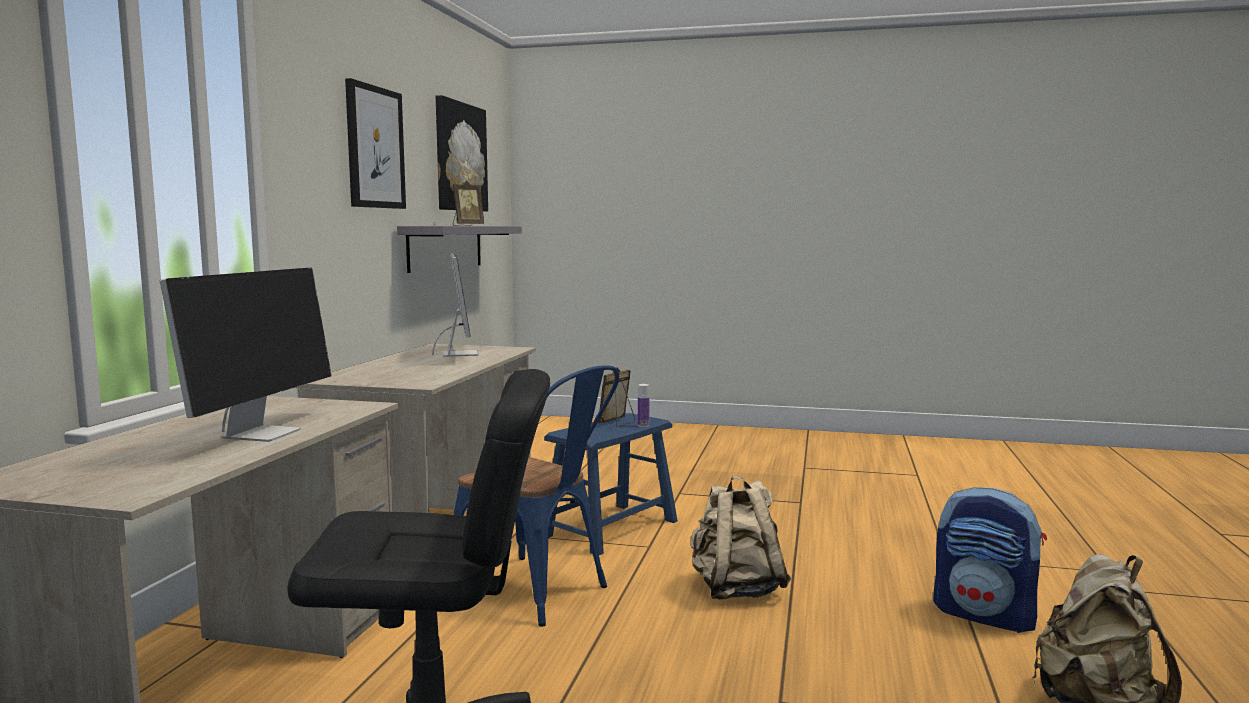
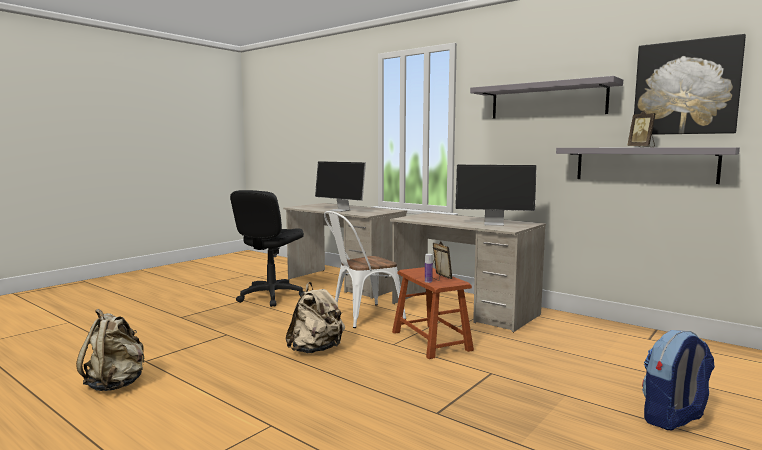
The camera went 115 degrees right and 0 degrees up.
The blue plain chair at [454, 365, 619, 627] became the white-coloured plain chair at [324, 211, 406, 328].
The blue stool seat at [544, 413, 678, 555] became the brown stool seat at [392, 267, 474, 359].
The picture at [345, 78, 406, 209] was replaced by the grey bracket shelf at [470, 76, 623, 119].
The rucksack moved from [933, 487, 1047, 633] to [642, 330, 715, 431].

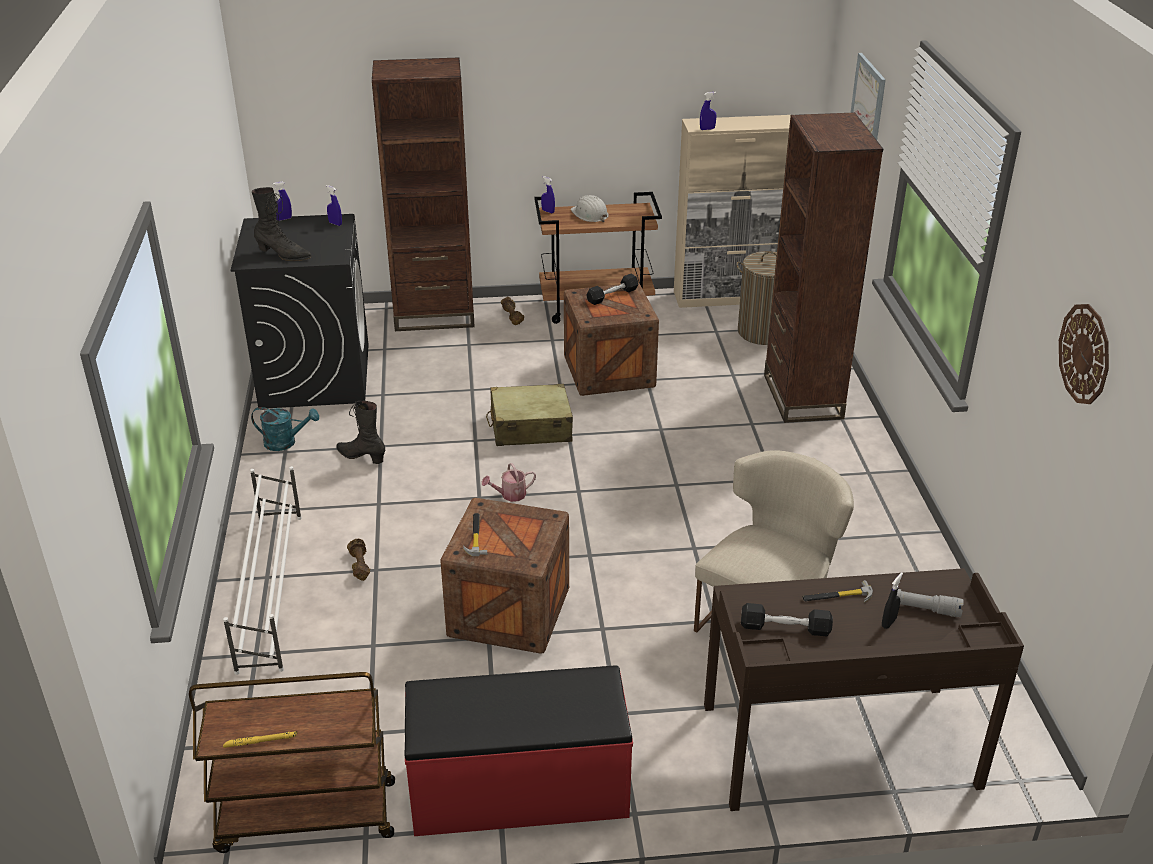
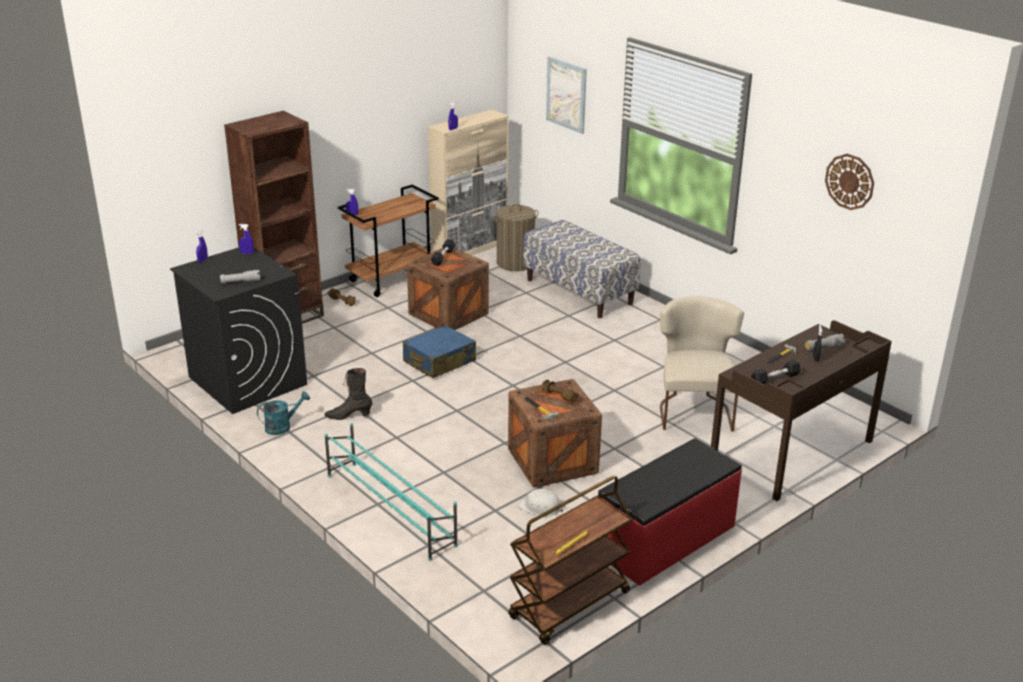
The camera went 35 degrees left and 5 degrees down.
The black-coloured tall boot at [252, 187, 311, 261] was replaced by the grey torch at [220, 270, 260, 284].
The white-coloured shoe rack at [223, 466, 302, 675] became the blue-green shoe rack at [325, 423, 458, 561].
The beige suitcase at [486, 384, 573, 446] became the blue suitcase at [403, 325, 476, 378].
The white-coloured hard hat moved from [571, 195, 609, 222] to [519, 489, 565, 517].
The brown bookcase at [764, 112, 883, 423] was replaced by the long seat at [523, 220, 640, 318].
The brown hand weight moved from [347, 539, 371, 581] to [542, 380, 579, 402].
The sprinkling can at [482, 463, 536, 502] disappeared.

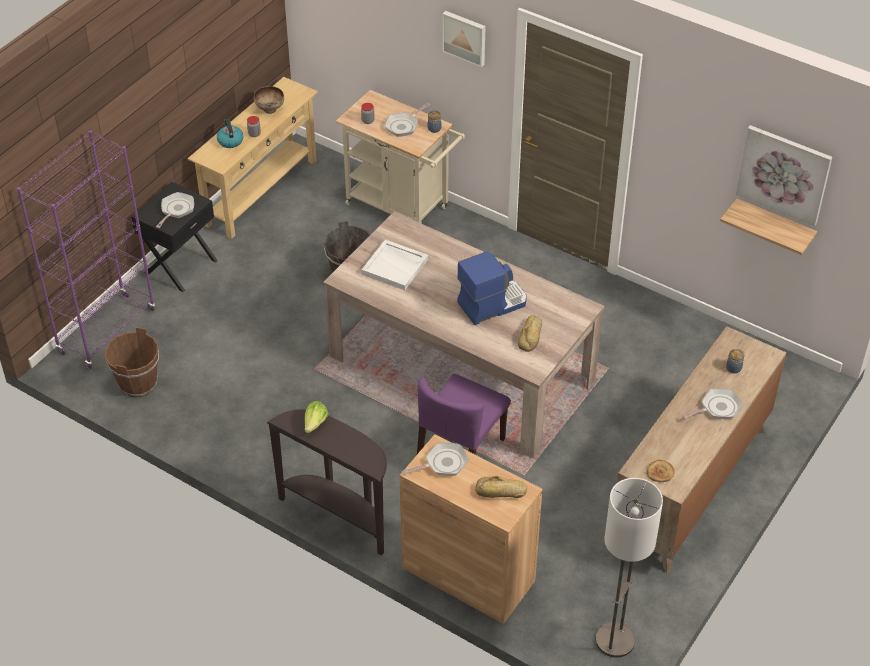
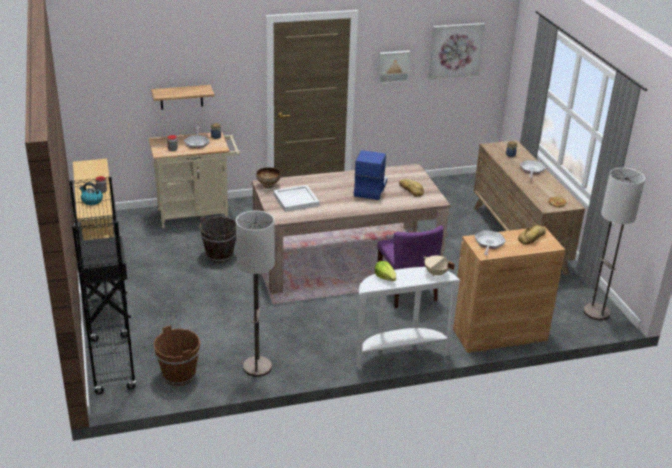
The camera went 50 degrees left and 15 degrees down.
The purple-coloured bookcase at [17, 130, 155, 369] became the black-coloured bookcase at [69, 176, 136, 395].
The bracket shelf moved from [720, 198, 818, 255] to [151, 85, 214, 110].
The standard lamp at [236, 211, 275, 377] appeared.
The bowl moved from [254, 86, 284, 114] to [256, 167, 281, 188].
The brown console table at [267, 409, 387, 556] became the white-coloured console table at [356, 267, 461, 370].
The picture moved from [442, 11, 486, 67] to [378, 50, 411, 84].
The beige saucepot at [424, 256, 455, 276] appeared.
The skillet at [156, 192, 194, 228] disappeared.

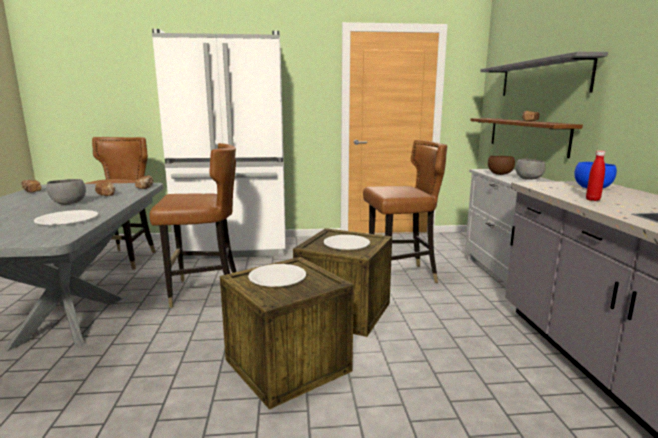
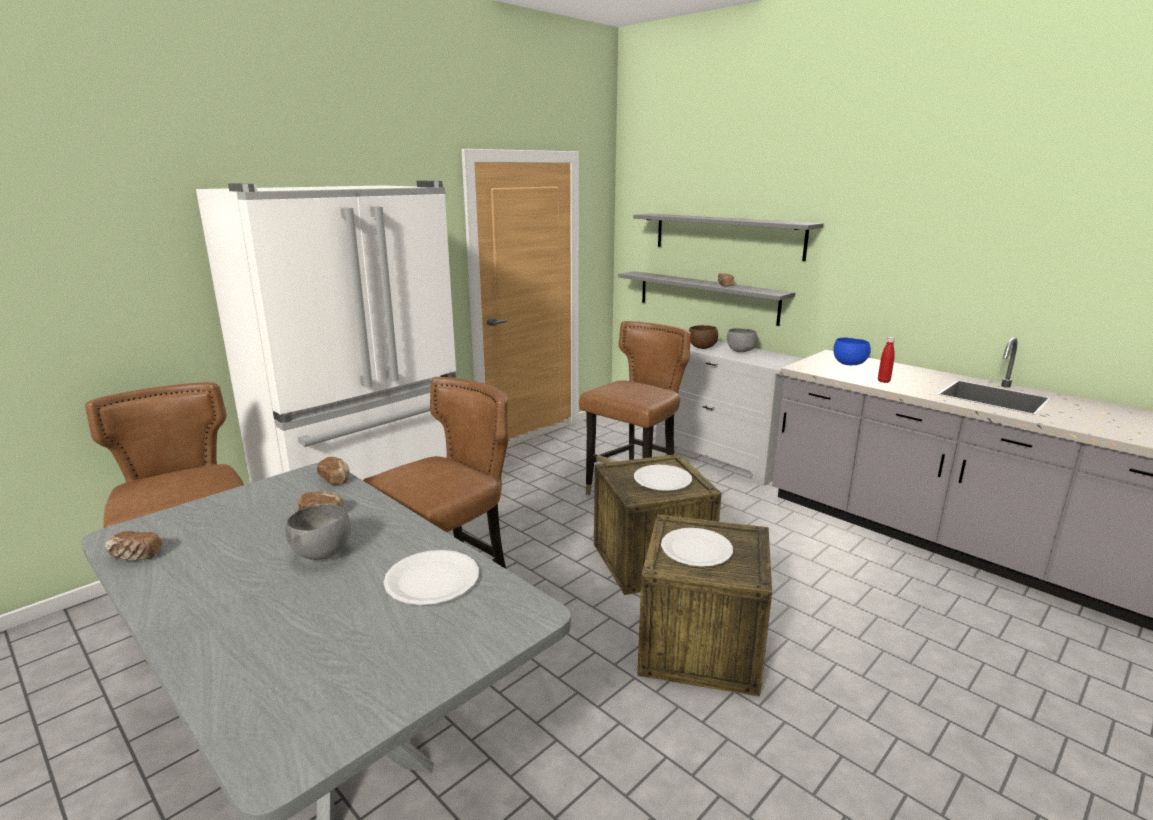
The camera went 40 degrees left and 5 degrees up.
The brown bracket shelf at [470, 118, 583, 158] became the grey bracket shelf at [618, 271, 795, 326].

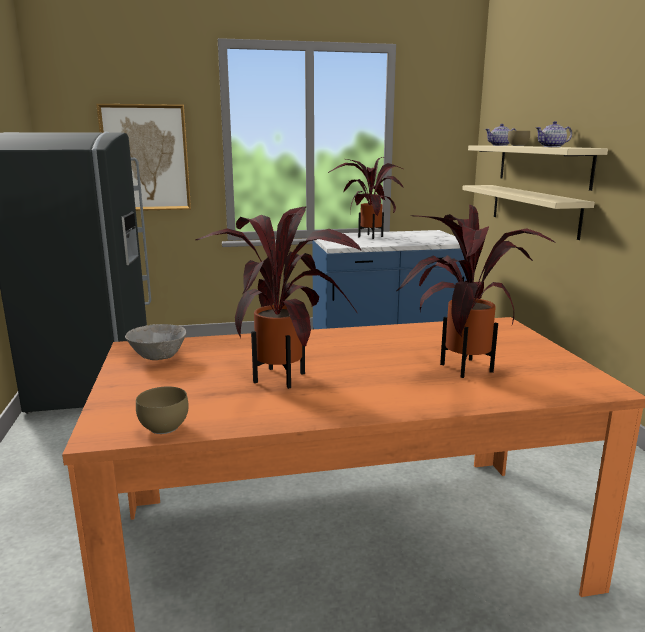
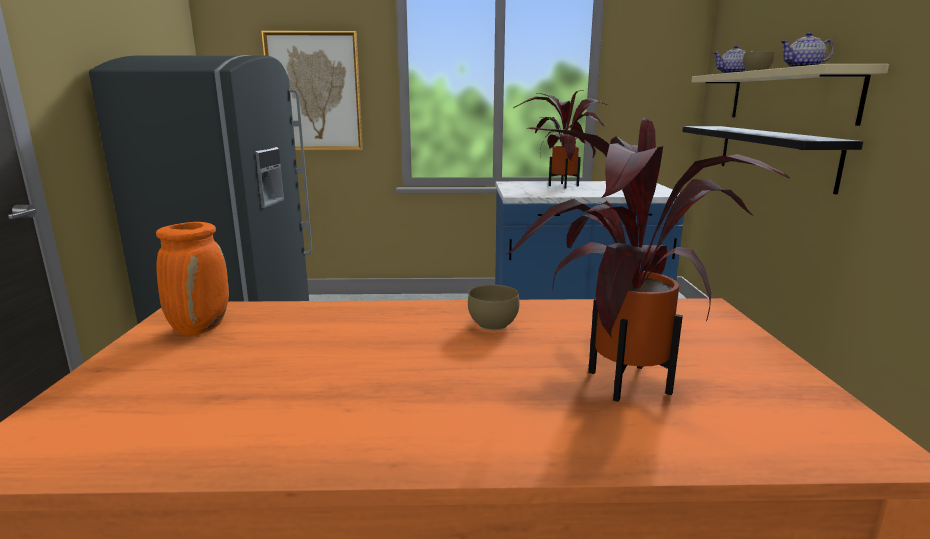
The camera went 10 degrees right and 0 degrees up.
The grey bowl at [125, 324, 186, 360] was replaced by the orange-coloured decorative vase at [156, 222, 229, 335].
The brown bowl moved from [136, 386, 189, 434] to [468, 285, 519, 330].
The beige bracket shelf at [462, 185, 595, 240] became the black-coloured bracket shelf at [682, 126, 863, 195].
The houseplant at [196, 207, 362, 389] disappeared.

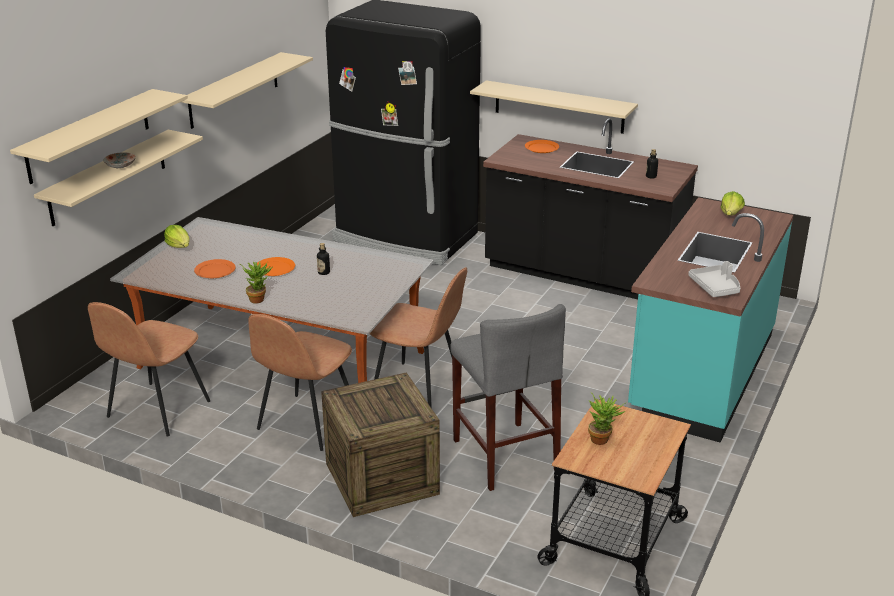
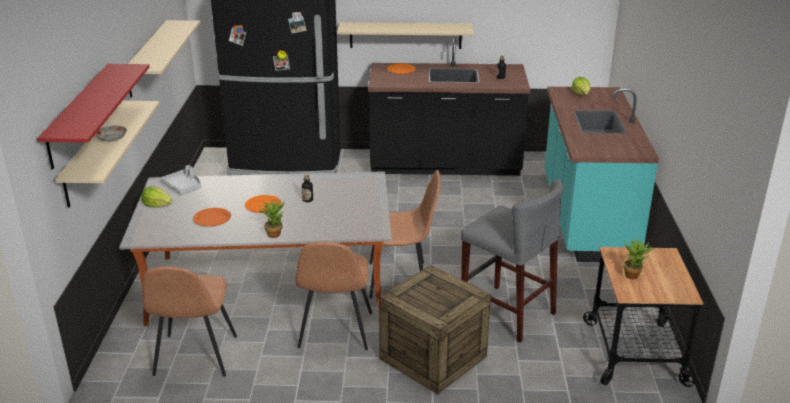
The camera went 25 degrees left and 0 degrees up.
The beige bracket shelf at [10, 89, 188, 184] became the red bracket shelf at [37, 64, 149, 170].
The grey serving tray moved from [688, 261, 740, 297] to [160, 165, 201, 195].

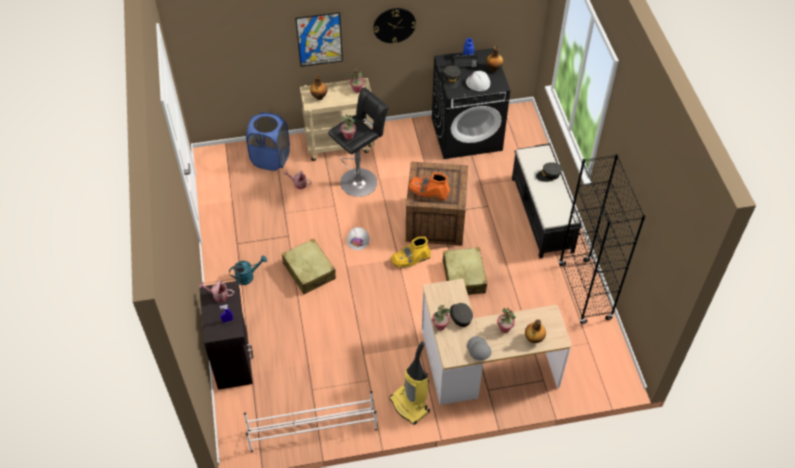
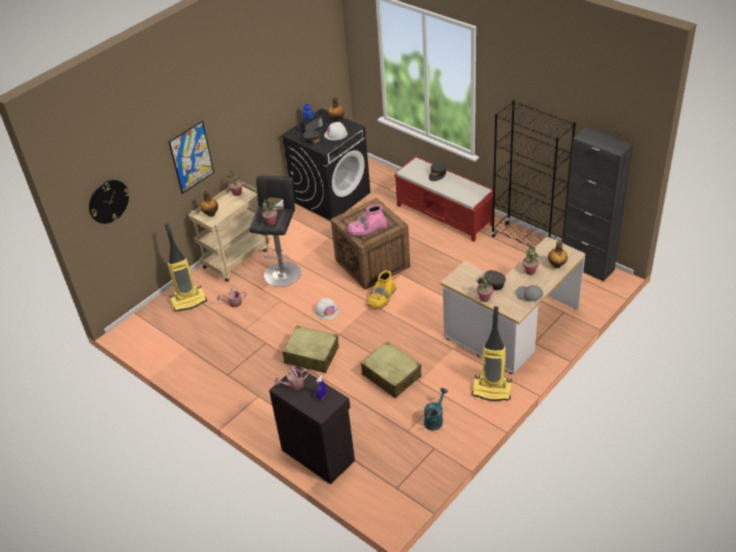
The camera went 35 degrees left and 10 degrees down.
The clock on the wall moved from [373, 8, 416, 44] to [89, 180, 129, 224].
The blue washing basket at [246, 112, 290, 171] was replaced by the vacuum cleaner at [165, 223, 207, 312].
The orange-coloured tall boot at [409, 173, 450, 200] became the pink-coloured tall boot at [347, 205, 387, 237].
The beige suitcase moved from [443, 247, 487, 295] to [361, 341, 421, 398].
The black-coloured long seat at [512, 143, 582, 258] became the red long seat at [394, 156, 493, 242].
The blue-green sprinkling can moved from [229, 255, 267, 285] to [424, 388, 448, 430].
The black-coloured cupboard at [563, 127, 633, 282] appeared.
The white-coloured shoe rack at [244, 391, 377, 452] disappeared.

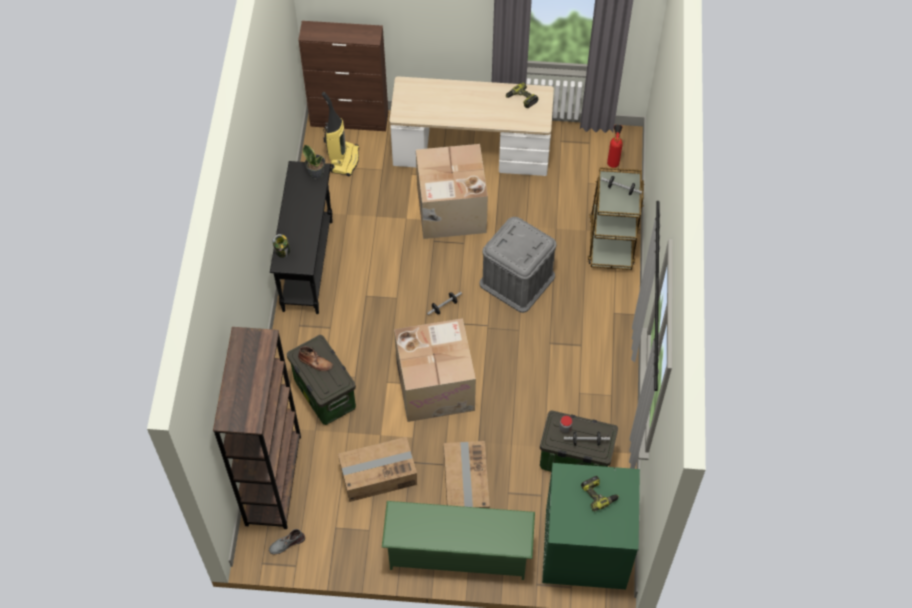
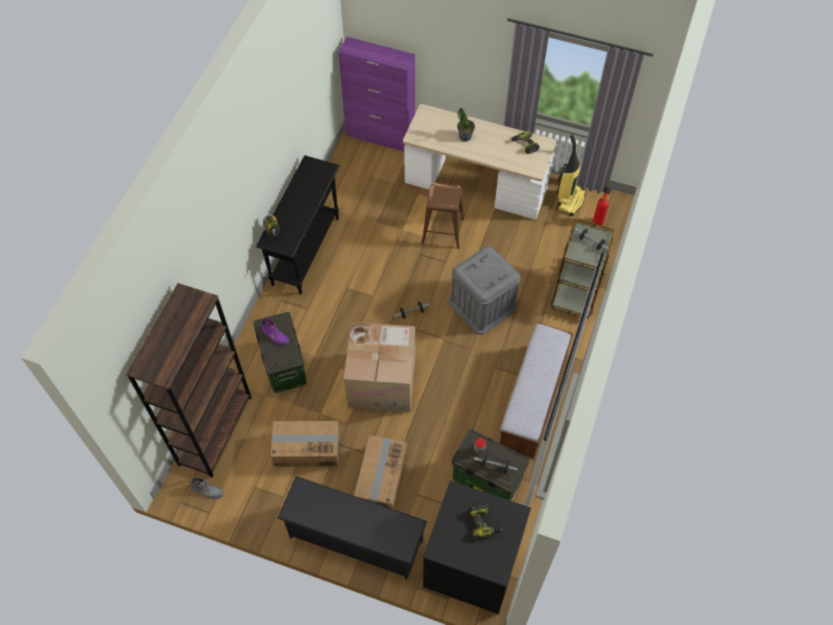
The camera went 15 degrees right and 0 degrees up.
The grey tall boot at [269, 529, 305, 554] turned 150 degrees counterclockwise.
The brown tall boot at [298, 346, 333, 371] became the purple-coloured tall boot at [261, 318, 289, 345].
The green-coloured shoe rack at [382, 501, 535, 580] became the black-coloured shoe rack at [278, 476, 427, 580].
The brown cupboard at [298, 21, 388, 131] became the purple-coloured cupboard at [338, 37, 415, 152].
The cardboard box at [416, 144, 488, 239] was replaced by the brown stool seat at [421, 183, 464, 249].
The green-coloured laundry appliance at [542, 463, 640, 589] became the black-coloured laundry appliance at [423, 481, 531, 614].
The houseplant moved from [303, 144, 325, 179] to [457, 107, 475, 142].
The long seat at [500, 323, 573, 460] appeared.
The vacuum cleaner moved from [322, 92, 359, 176] to [556, 135, 586, 216].

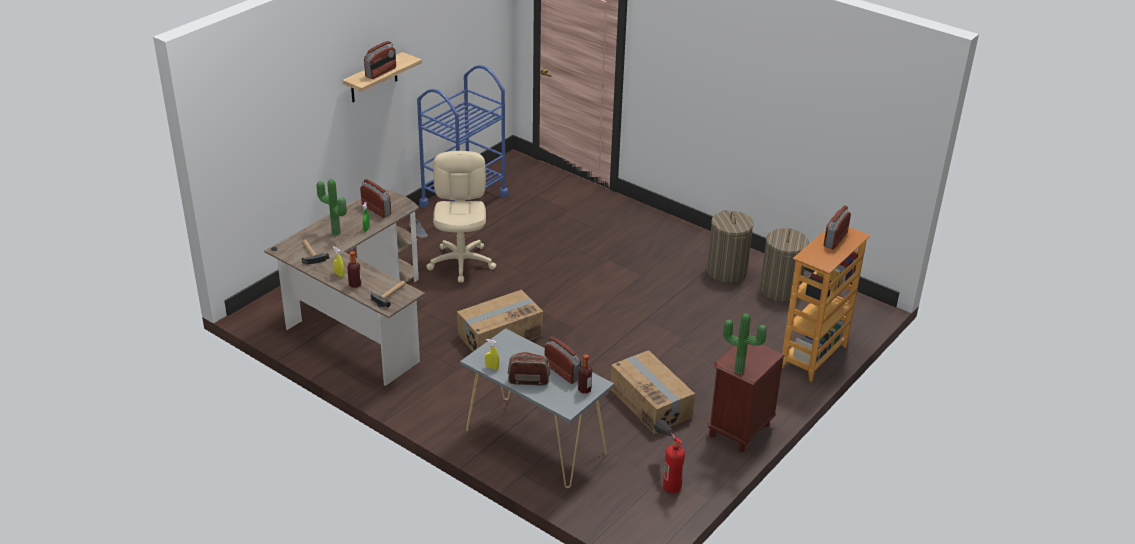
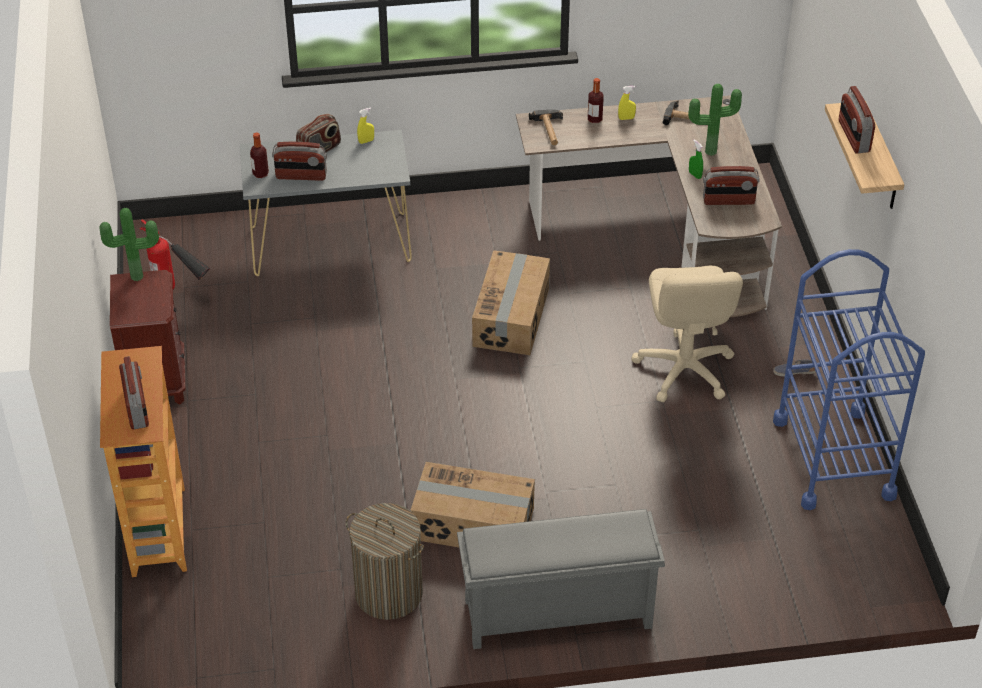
The camera went 135 degrees right and 10 degrees up.
The cardboard box moved from [611, 350, 695, 434] to [411, 462, 535, 547].
The grey shoe rack at [457, 509, 665, 649] appeared.
The beige office chair at [426, 151, 496, 282] turned 45 degrees clockwise.
The washing basket at [760, 228, 809, 302] disappeared.

